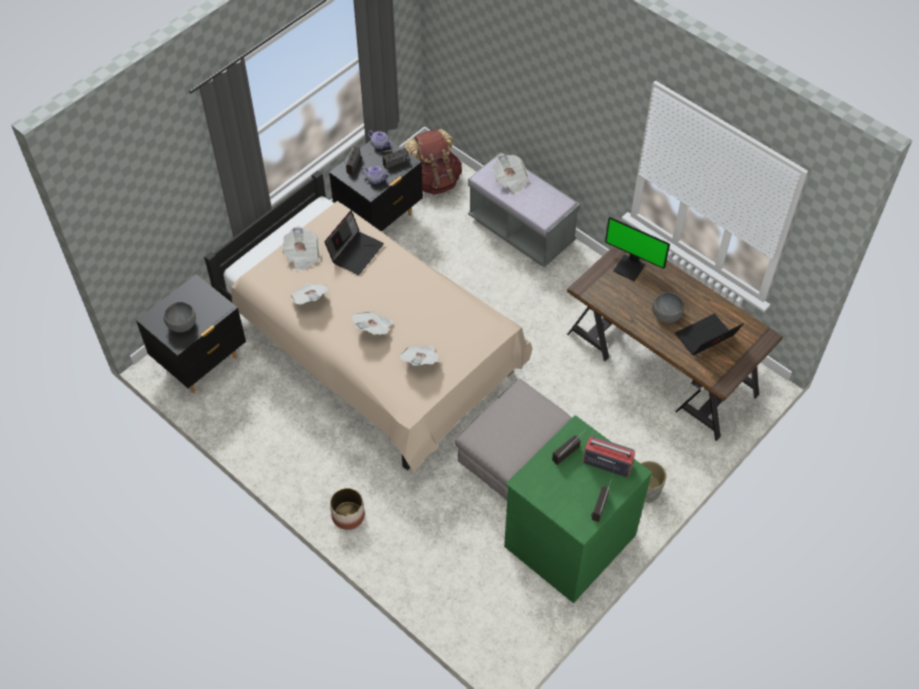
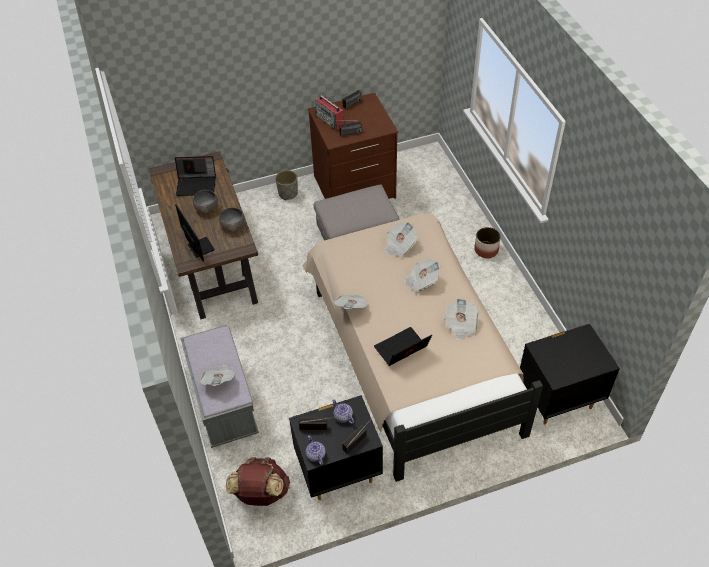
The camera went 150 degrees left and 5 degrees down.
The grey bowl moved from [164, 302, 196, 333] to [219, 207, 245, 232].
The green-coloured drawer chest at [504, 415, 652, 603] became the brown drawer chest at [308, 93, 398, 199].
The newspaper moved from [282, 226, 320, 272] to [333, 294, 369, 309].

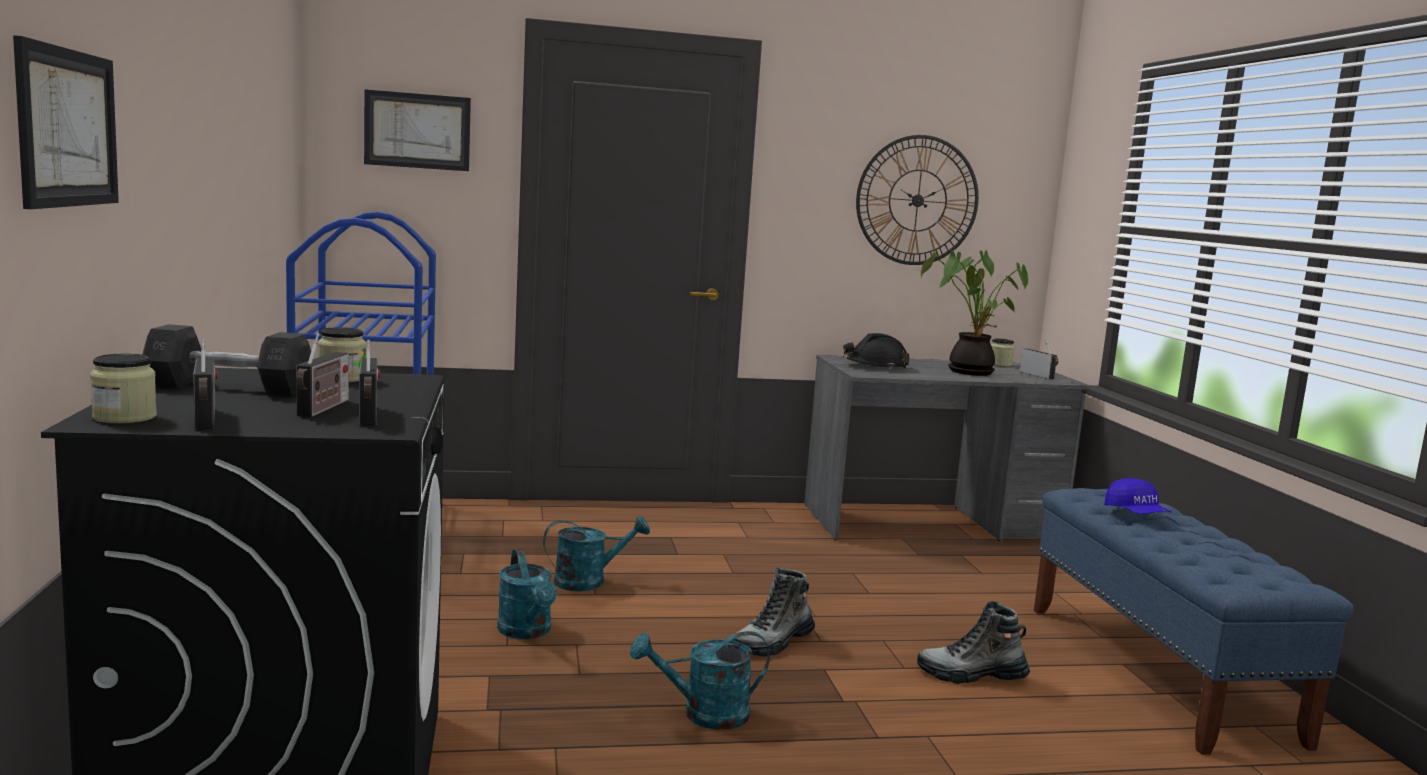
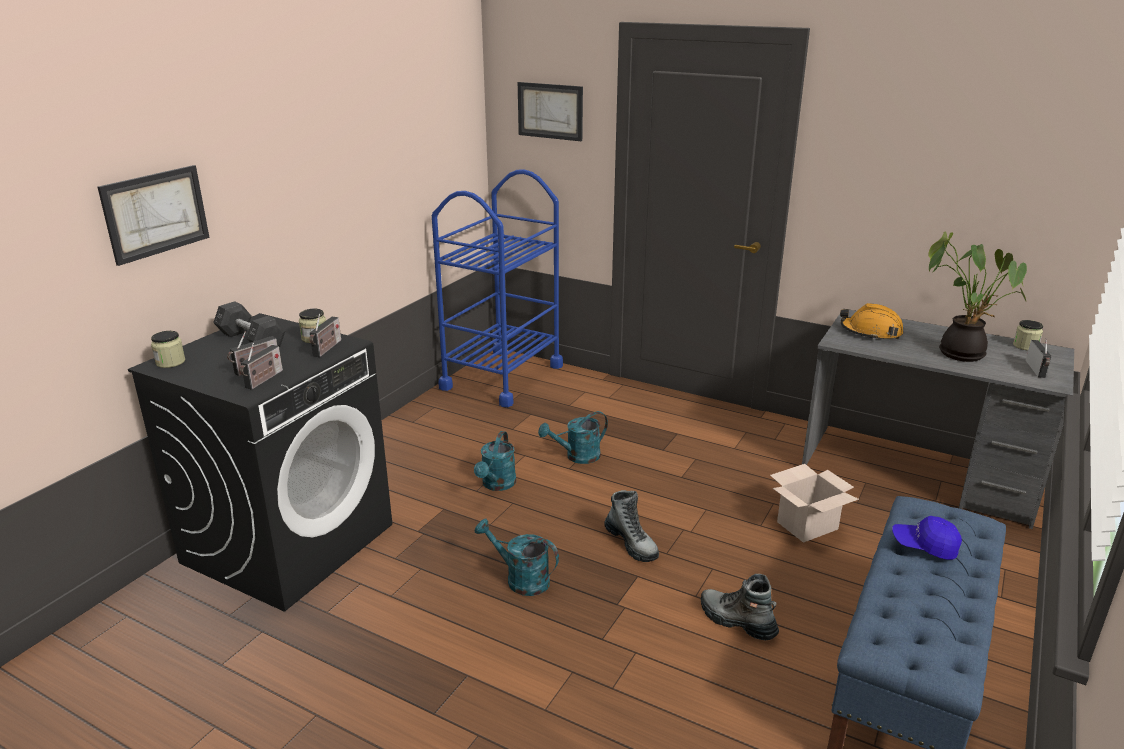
The camera went 40 degrees right and 15 degrees up.
The radio moved from [193, 339, 218, 429] to [310, 314, 341, 357].
The blue-green sprinkling can at [543, 516, 650, 591] turned 135 degrees clockwise.
The tall boot at [733, 567, 815, 657] turned 120 degrees counterclockwise.
The cardboard box at [770, 464, 859, 543] appeared.
The black-coloured hard hat at [843, 333, 909, 369] became the orange-coloured hard hat at [840, 303, 903, 340].
The blue peaked cap at [1104, 477, 1172, 514] turned 90 degrees clockwise.
The clock on the wall at [856, 135, 979, 265] disappeared.

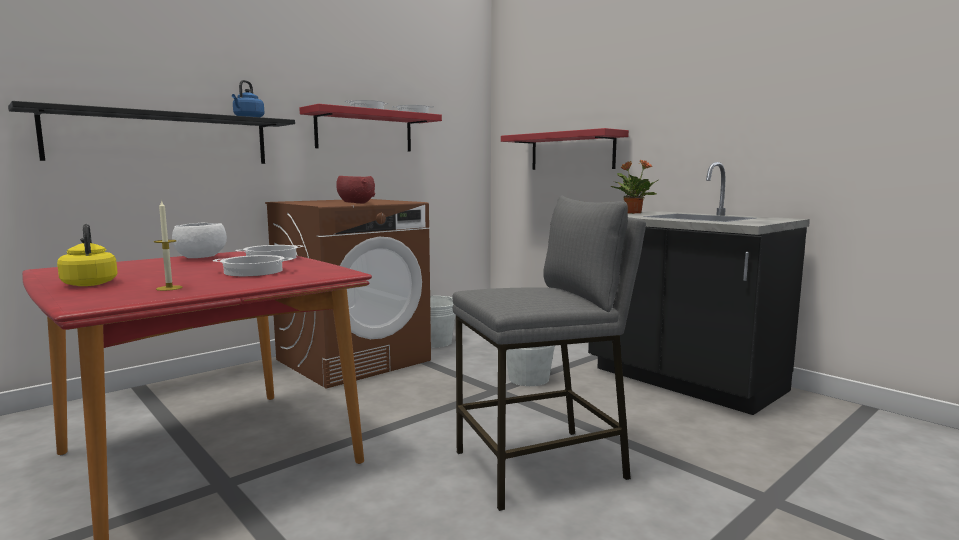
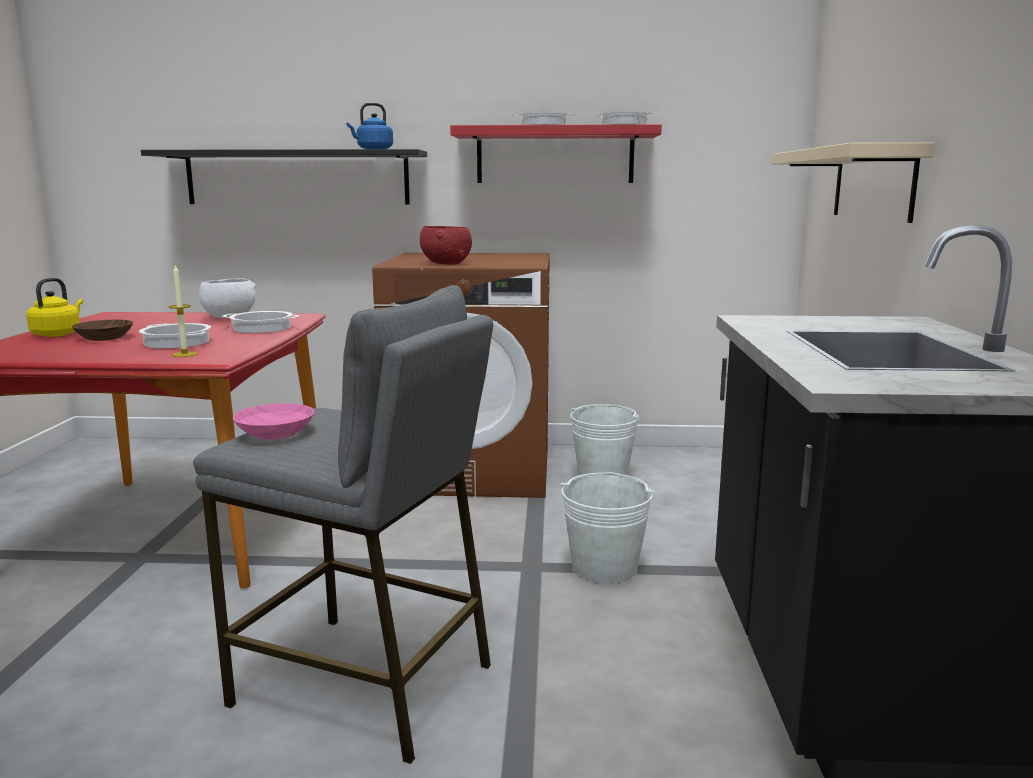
The camera went 45 degrees right and 5 degrees up.
The brown bowl at [72, 320, 133, 341] appeared.
The candle moved from [154, 200, 182, 291] to [169, 265, 197, 357].
The pink-coloured bowl at [233, 403, 314, 440] appeared.
The red bracket shelf at [501, 128, 629, 170] became the beige bracket shelf at [771, 142, 935, 223].
The houseplant at [611, 160, 658, 214] disappeared.

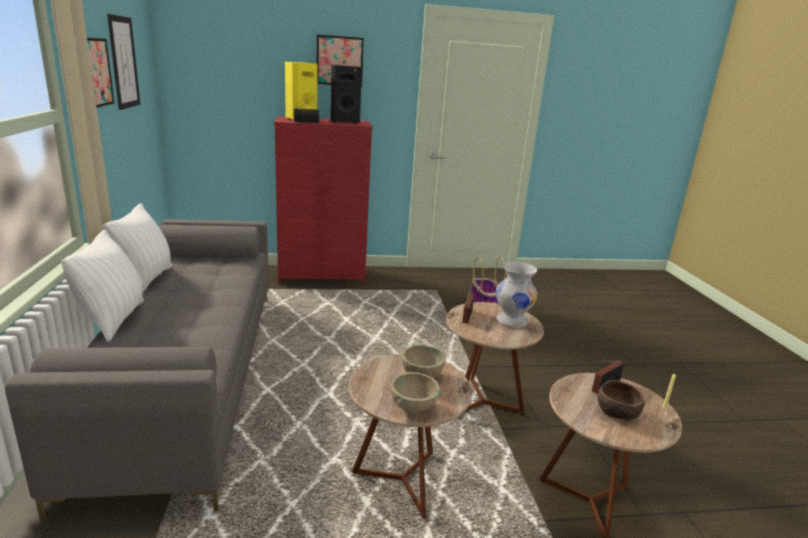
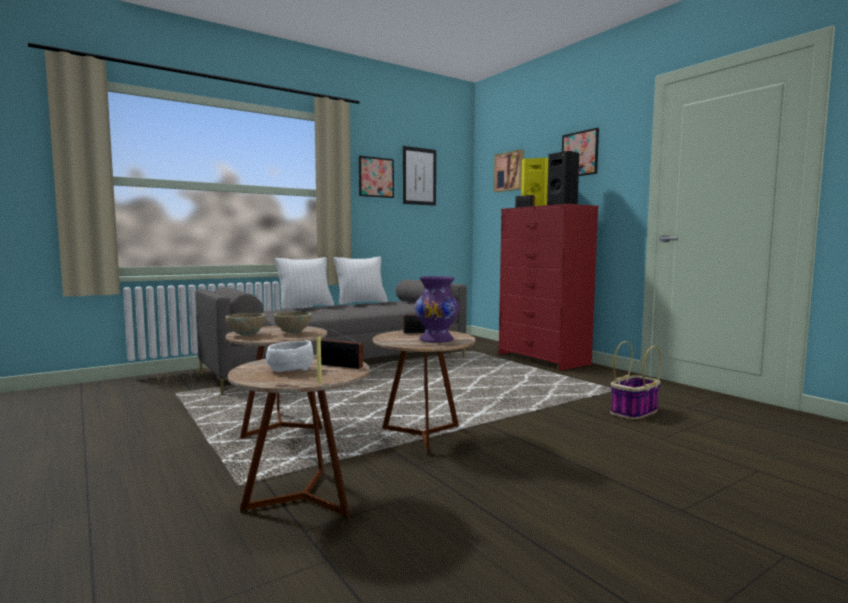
The camera went 65 degrees right and 15 degrees down.
The brown bowl at [598, 380, 645, 421] became the white-coloured bowl at [266, 340, 313, 372].
The white-coloured decorative vase at [496, 262, 537, 328] became the purple-coloured decorative vase at [415, 276, 459, 343].
The picture at [494, 149, 524, 192] appeared.

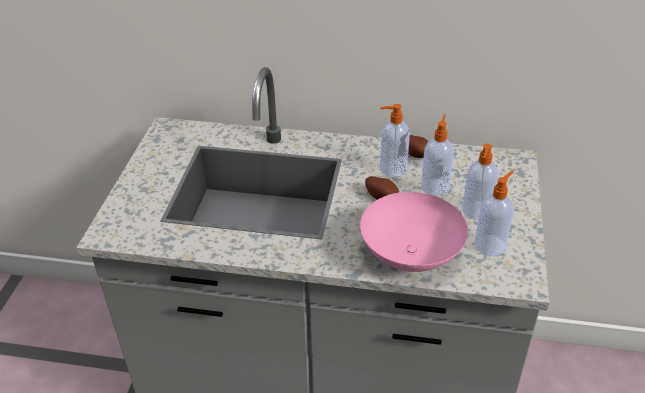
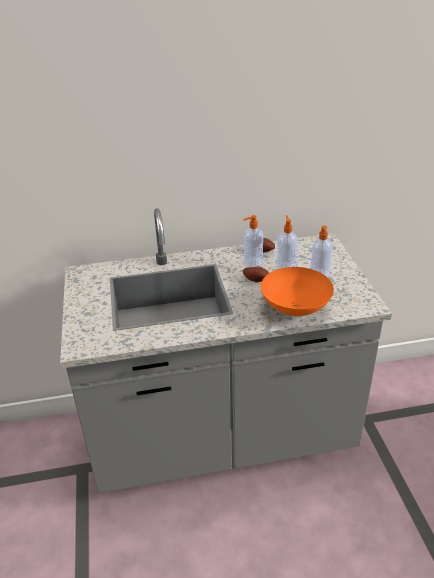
The camera went 20 degrees left and 5 degrees down.
The pink-coloured bowl at [360, 192, 468, 272] became the orange-coloured bowl at [261, 267, 334, 316].
The soap dispenser at [475, 171, 514, 256] disappeared.

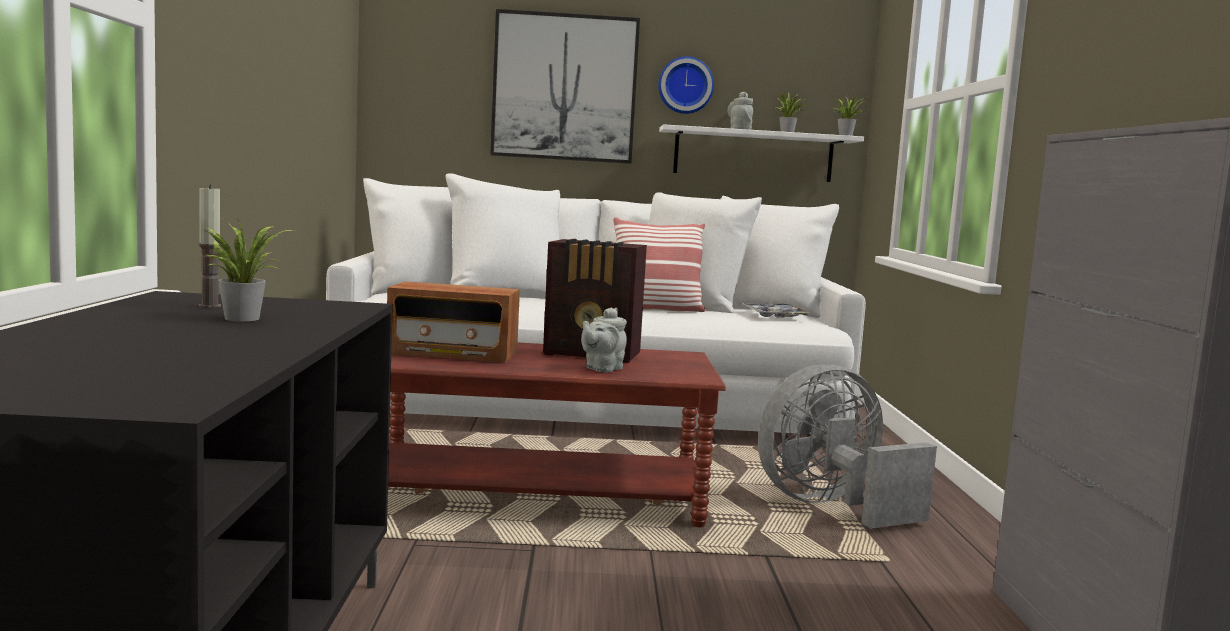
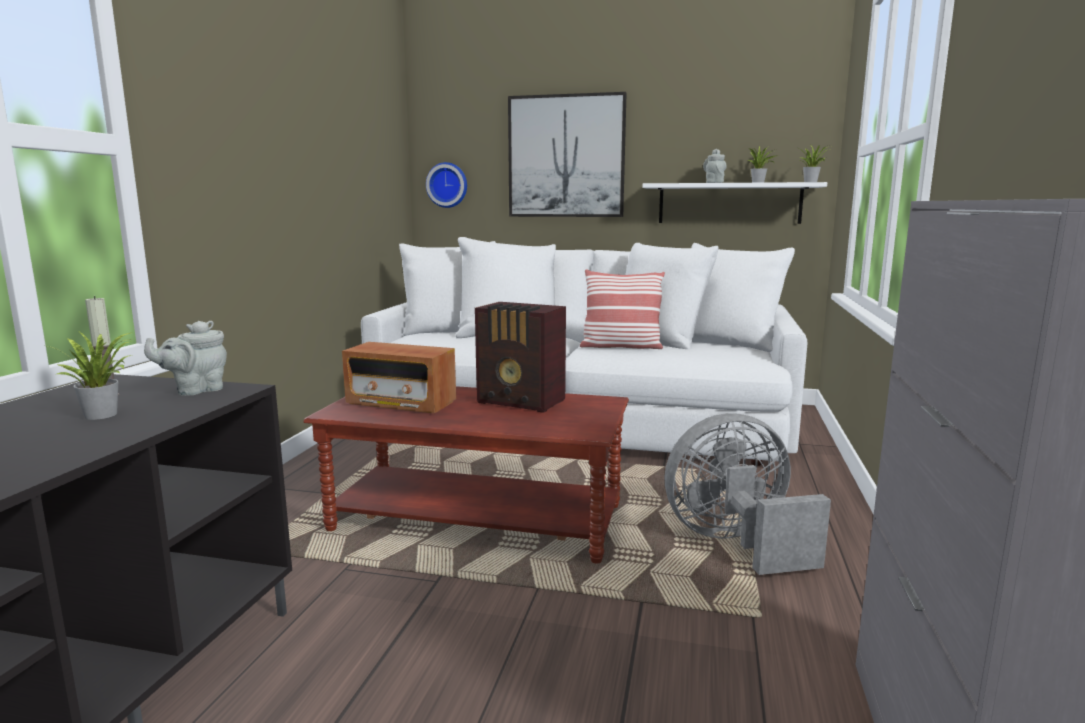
The camera went 15 degrees right and 5 degrees up.
The grey tea pot moved from [581, 308, 627, 372] to [144, 321, 227, 396].
The clock on the wall moved from [658, 56, 714, 114] to [426, 162, 467, 208].
The serving tray at [742, 303, 811, 318] disappeared.

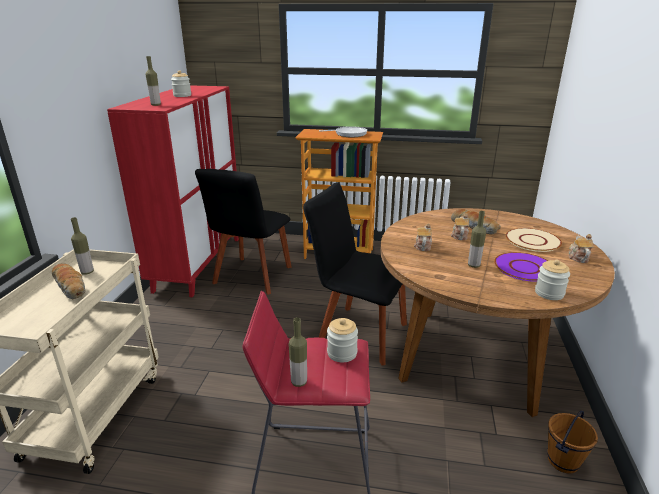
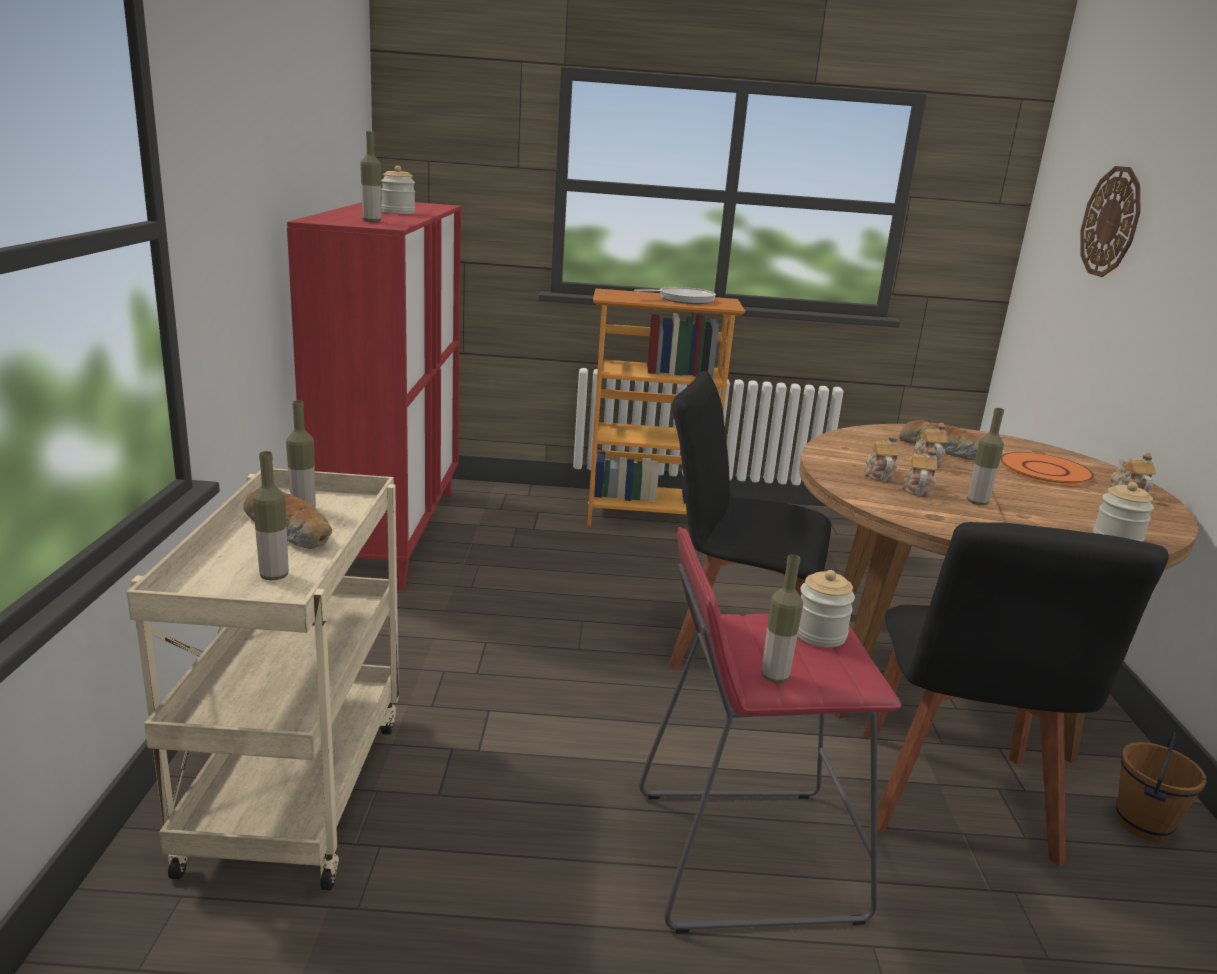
The camera went 10 degrees left and 5 degrees down.
The bottle at [252, 451, 289, 580] appeared.
The black-coloured plain chair moved from [195, 169, 292, 295] to [863, 522, 1169, 867].
The tea pot at [902, 448, 938, 497] appeared.
The beige dinner plate at [506, 228, 562, 252] became the orange-coloured dinner plate at [1000, 452, 1094, 485].
The clock on the wall at [1080, 166, 1141, 277] appeared.
The purple-coloured dinner plate at [494, 252, 548, 282] disappeared.

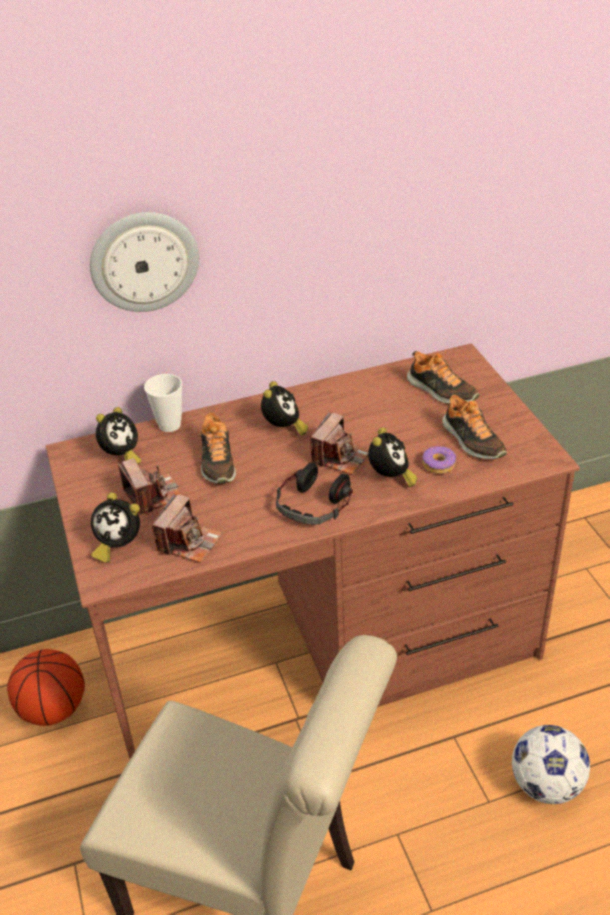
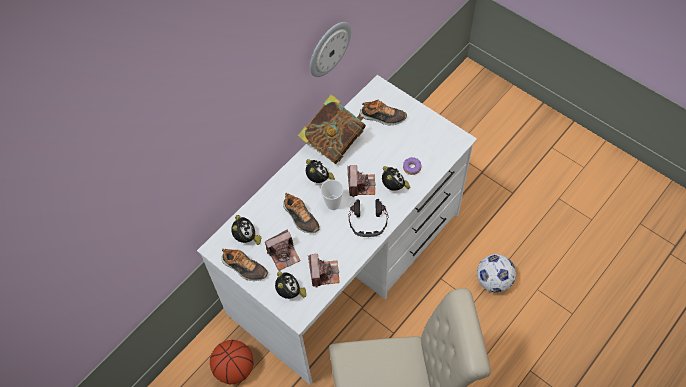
The camera went 30 degrees left and 20 degrees up.
The brown desk table at [46, 343, 580, 759] became the white-coloured desk table at [197, 75, 477, 385].
The item of footwear moved from [442, 394, 507, 459] to [221, 249, 268, 281].
The still camera at [118, 458, 182, 515] turned 120 degrees clockwise.
The table clock at [91, 492, 140, 563] turned 90 degrees counterclockwise.
The volume at [297, 94, 366, 164] appeared.
The clock on the wall moved from [90, 212, 199, 312] to [310, 22, 351, 77].
The drinking cup moved from [144, 374, 182, 432] to [320, 180, 344, 210].

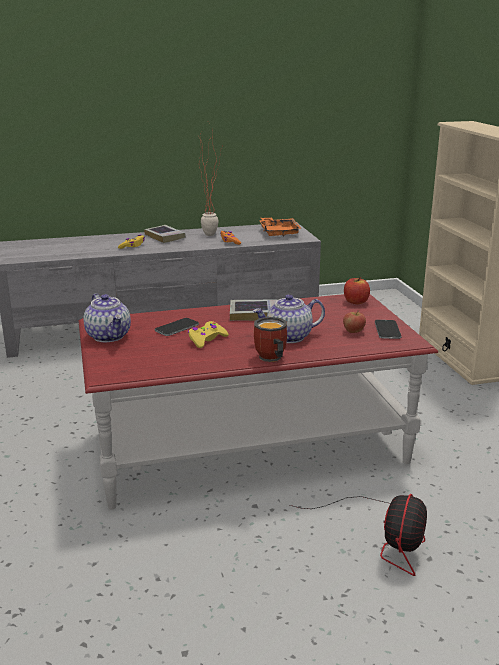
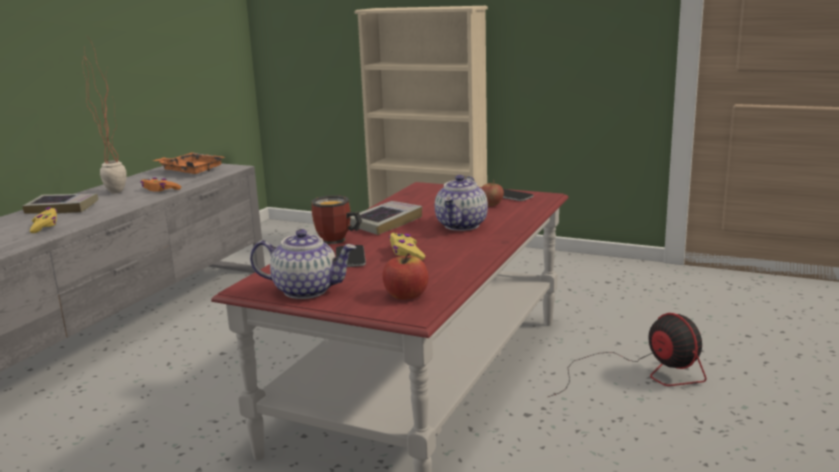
The camera went 50 degrees left and 5 degrees down.
The mug moved from [254, 317, 287, 362] to [311, 195, 362, 244].
The apple fruit moved from [344, 277, 370, 304] to [382, 253, 428, 300].

